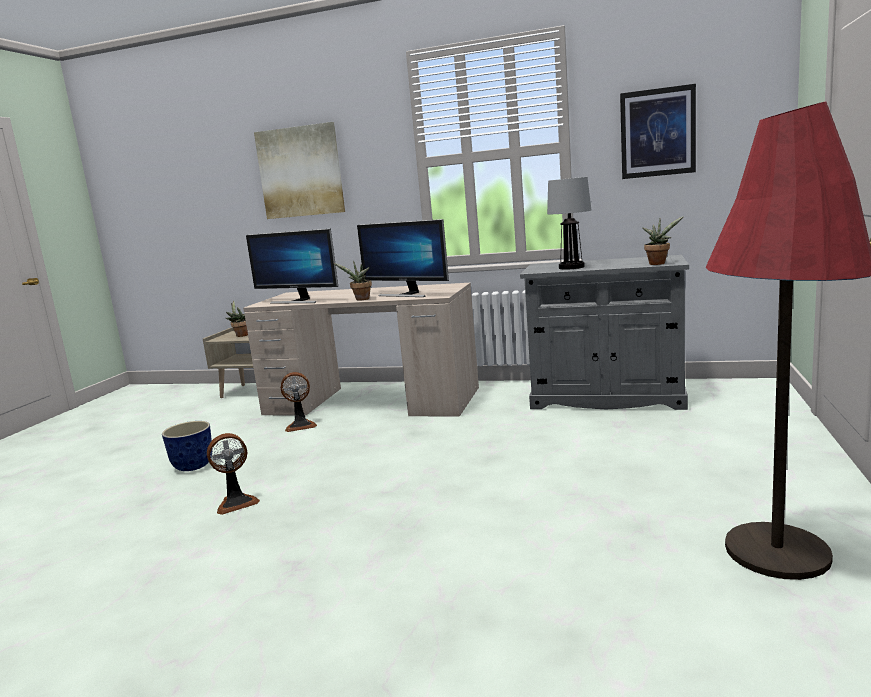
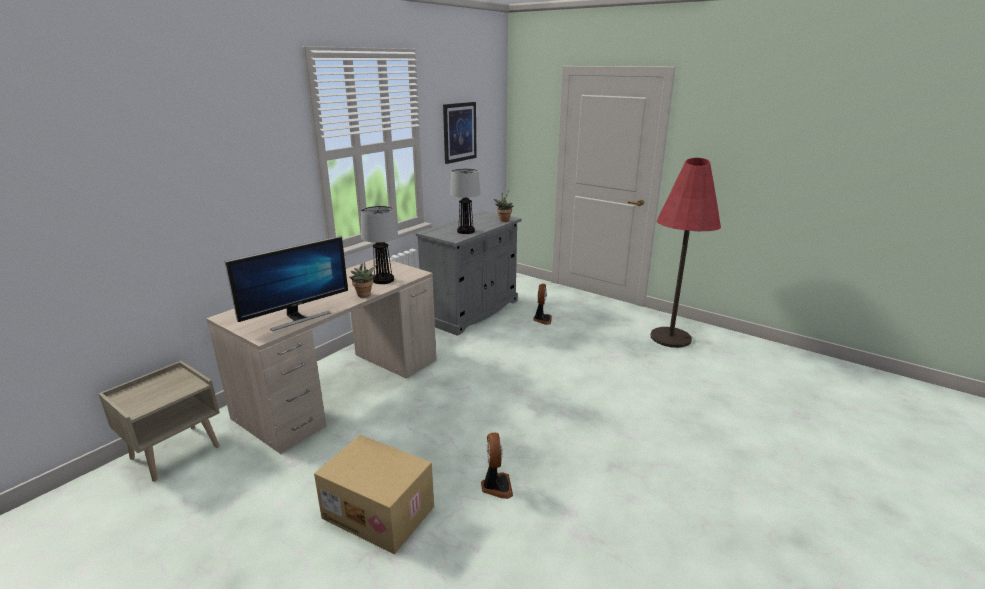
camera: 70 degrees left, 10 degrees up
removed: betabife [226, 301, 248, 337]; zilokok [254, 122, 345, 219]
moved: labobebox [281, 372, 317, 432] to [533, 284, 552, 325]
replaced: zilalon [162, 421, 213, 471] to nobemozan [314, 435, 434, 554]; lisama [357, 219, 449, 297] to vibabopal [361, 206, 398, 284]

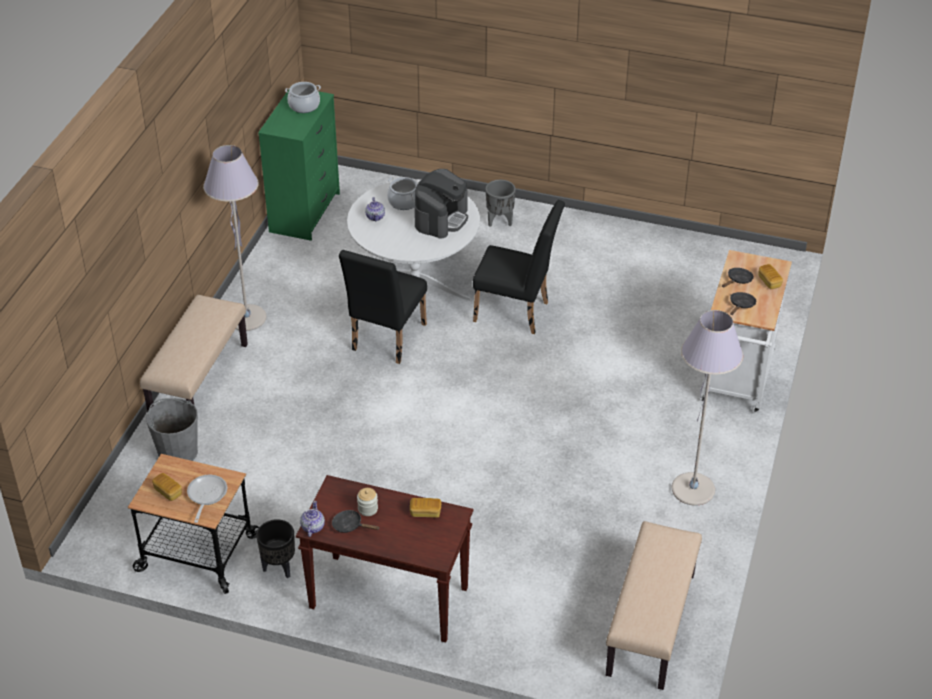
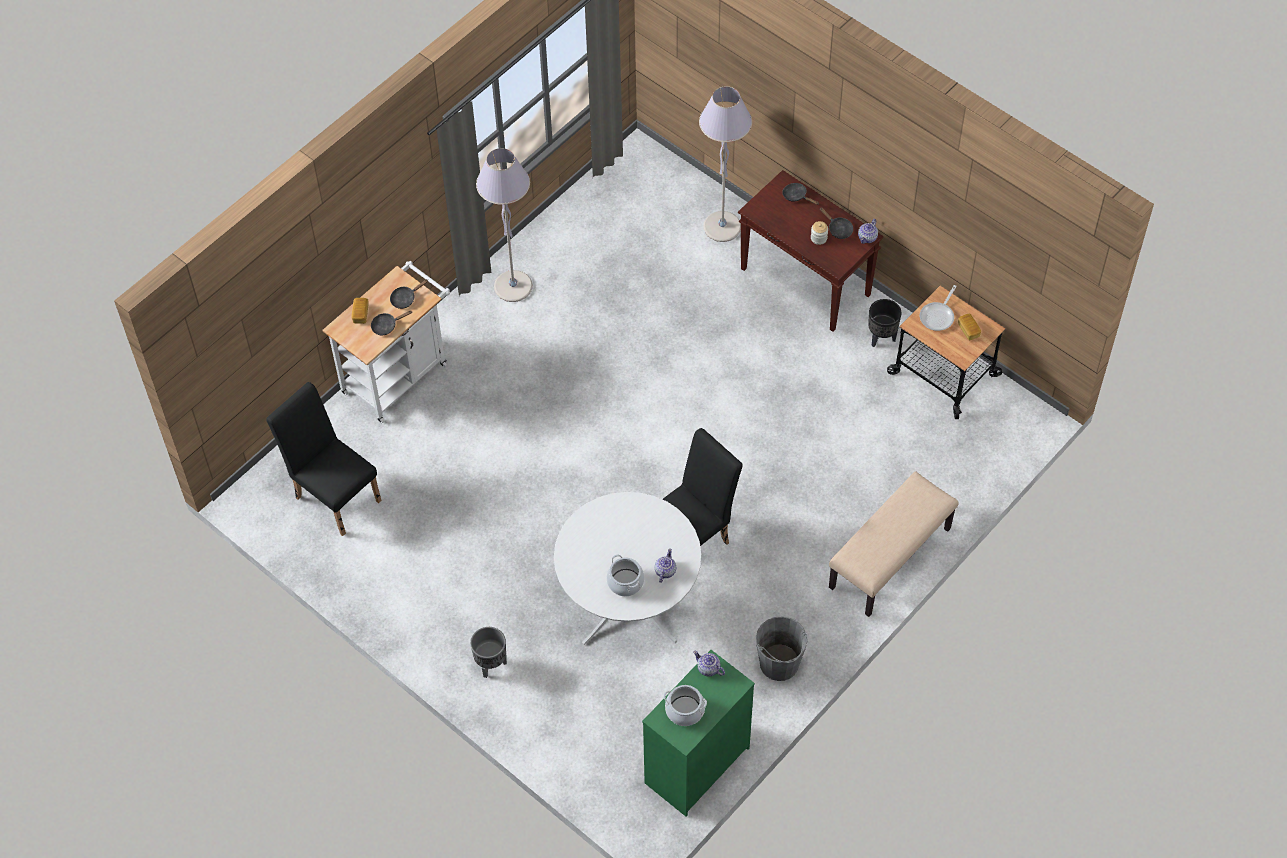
camera: 155 degrees left, 15 degrees up
removed: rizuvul [410, 498, 441, 518]; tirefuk [414, 169, 468, 239]; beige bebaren [606, 521, 702, 690]
added: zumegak [693, 651, 725, 677]; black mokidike [782, 183, 819, 205]
moved: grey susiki [146, 398, 198, 461] to [756, 616, 807, 681]; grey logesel [203, 145, 267, 331] to [699, 86, 752, 242]; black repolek [473, 200, 565, 334] to [266, 382, 382, 536]

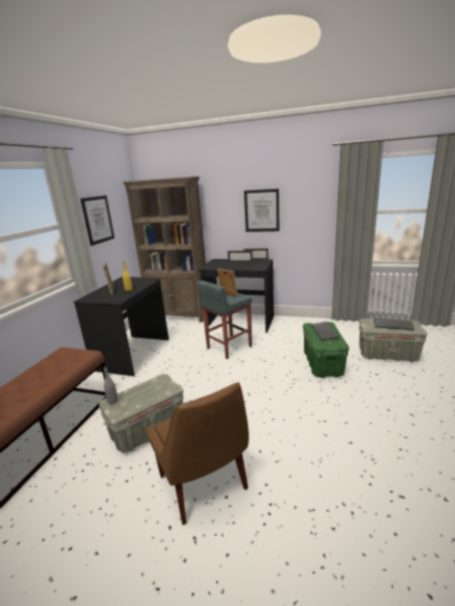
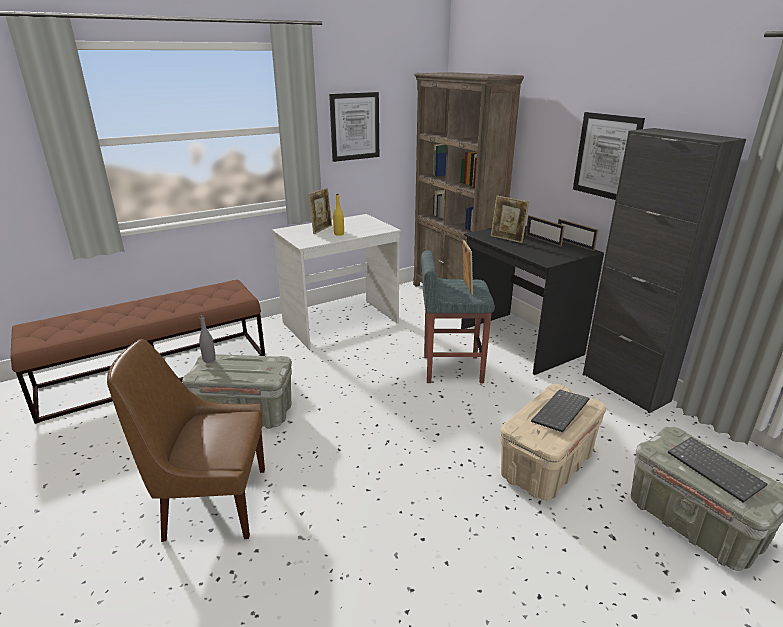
camera: 40 degrees right, 5 degrees up
added: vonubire [491, 195, 529, 243]; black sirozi [583, 128, 746, 413]
recoloured: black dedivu [74, 277, 169, 376] to white dedivu [272, 214, 401, 349]; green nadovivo [303, 322, 349, 378] to beige nadovivo [500, 384, 606, 501]
turned: brown repolek [146, 382, 249, 525] = [107, 339, 265, 542] 75 degrees clockwise

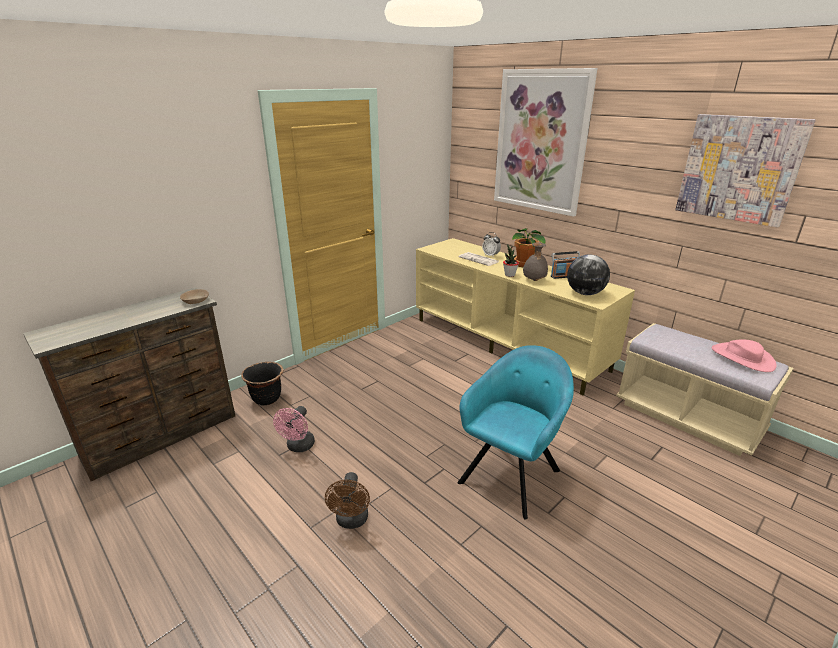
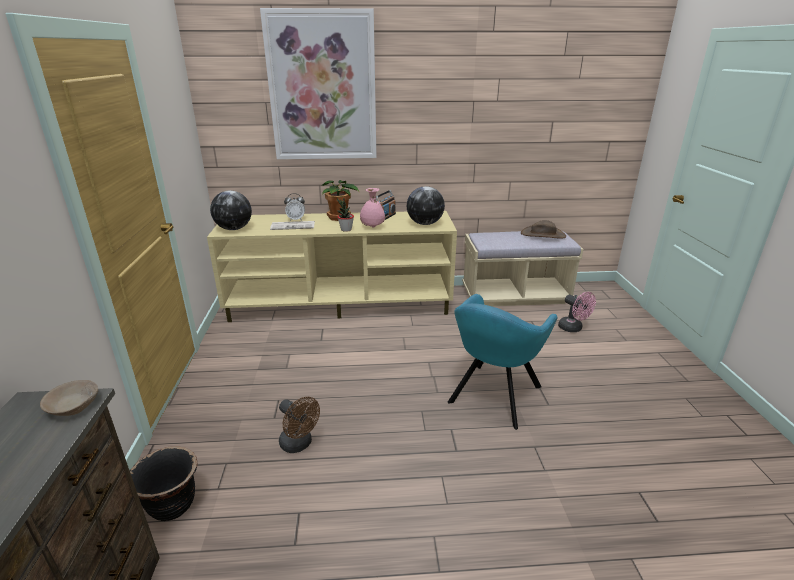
camera: 50 degrees left, 0 degrees up
removed: zilokok [675, 114, 816, 227]
added: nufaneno [210, 191, 252, 230]
moved: pink labobebox [273, 406, 315, 452] to [558, 292, 596, 332]; brown labobebox [325, 472, 370, 529] to [279, 397, 320, 453]
recoloured: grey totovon [523, 243, 548, 281] to pink totovon [360, 188, 385, 228]; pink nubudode [712, 339, 776, 372] to brown nubudode [521, 220, 566, 239]
turned: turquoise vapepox [457, 345, 574, 520] = [447, 294, 557, 430] 135 degrees counterclockwise

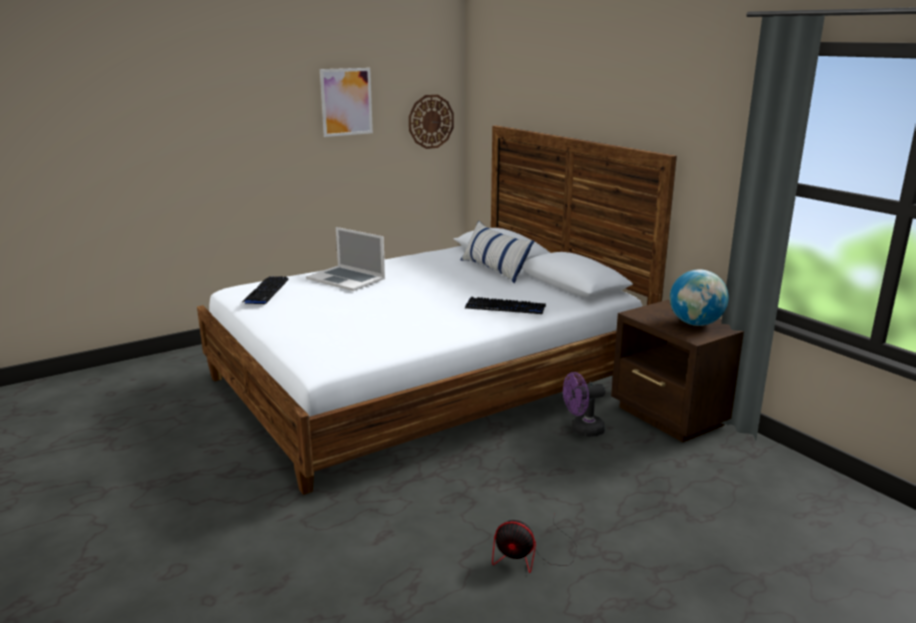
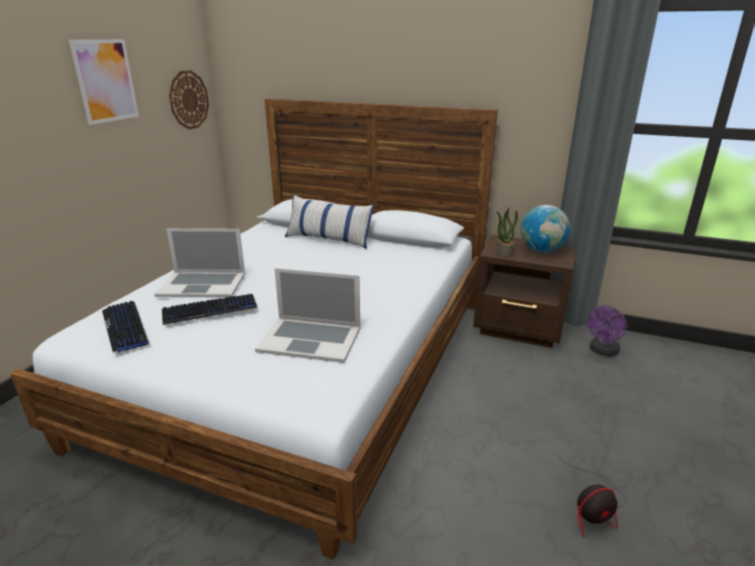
camera: 35 degrees left, 5 degrees up
added: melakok [255, 268, 360, 363]; betabife [496, 207, 518, 258]
moved: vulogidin [465, 297, 546, 314] to [162, 294, 258, 325]; purple labobebox [563, 372, 605, 437] to [587, 305, 627, 357]

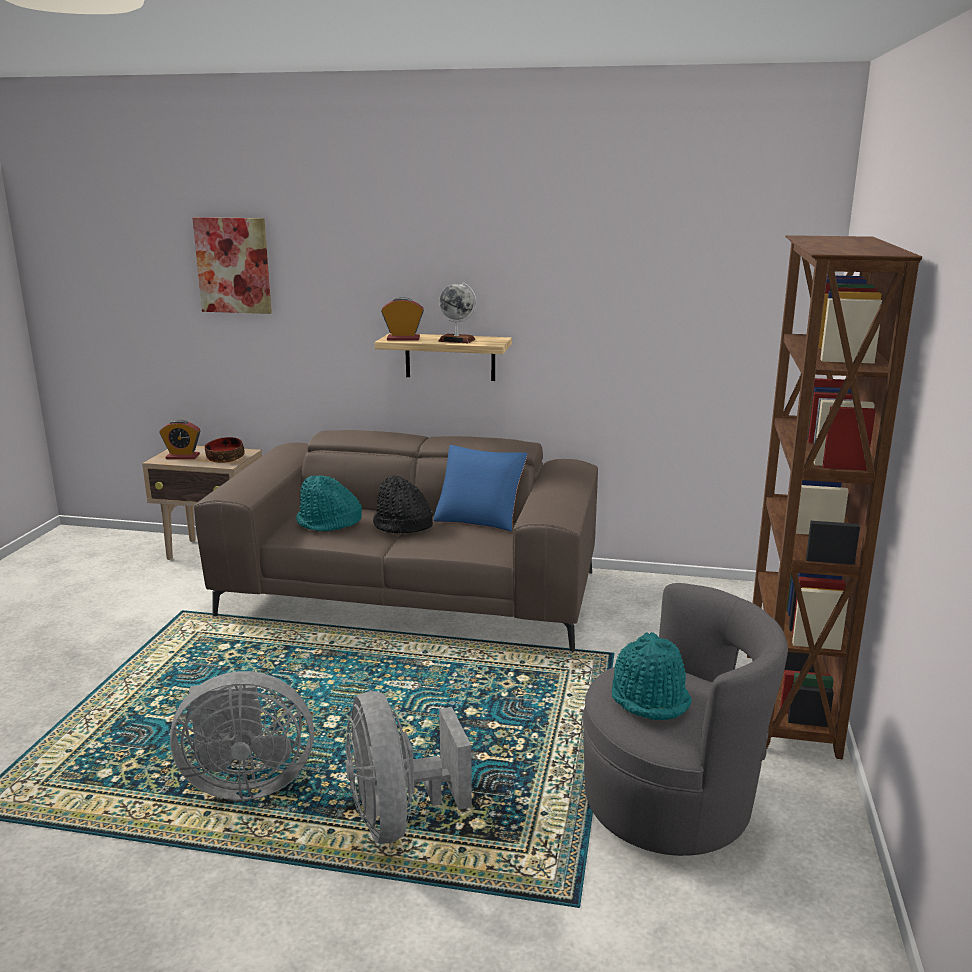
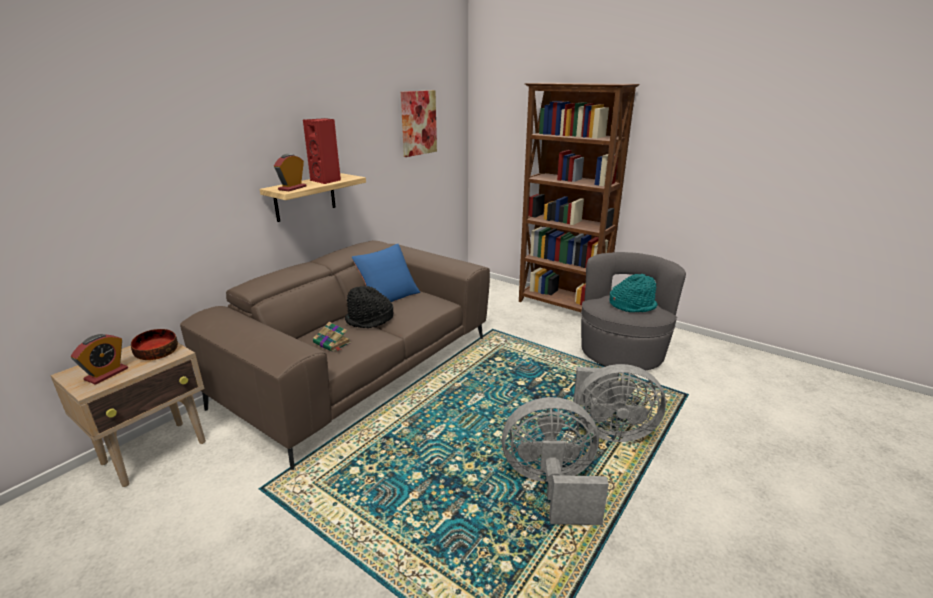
camera: 65 degrees left, 5 degrees up
moved: zilokok [192, 217, 272, 314] to [401, 90, 437, 157]
replaced: turquoise nubudode [296, 475, 362, 531] to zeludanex [313, 322, 351, 352]; nufaneno [438, 282, 476, 343] to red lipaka [303, 118, 341, 184]
turned: grey labobebox [170, 671, 314, 800] = [502, 397, 609, 525] 105 degrees counterclockwise

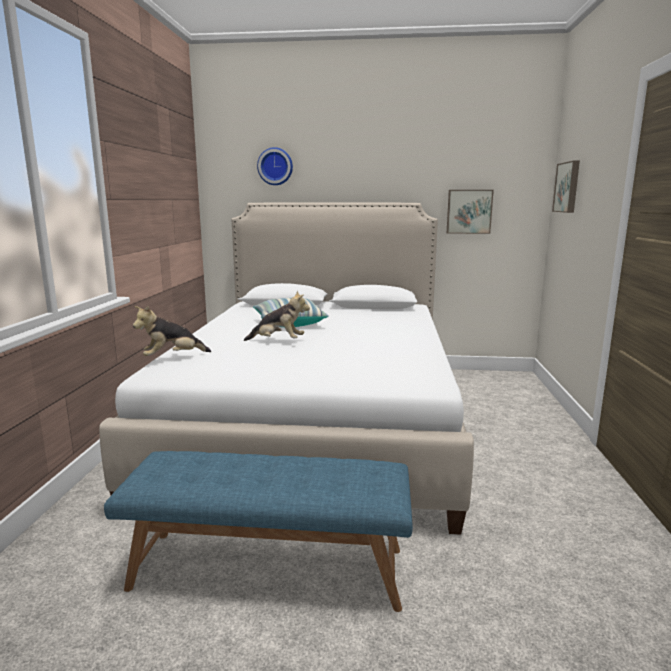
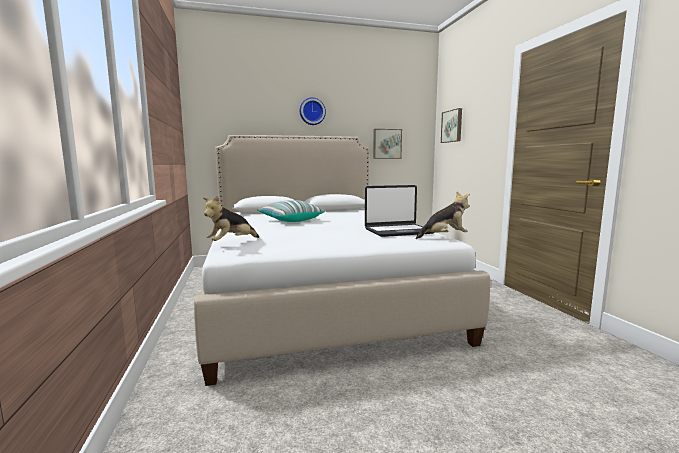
camera: 20 degrees left, 5 degrees down
removed: blue bebaren [104, 451, 413, 612]
added: melakok [365, 185, 435, 237]
moved: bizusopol [244, 291, 310, 341] to [416, 192, 470, 239]; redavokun [257, 147, 293, 185] to [300, 97, 326, 125]

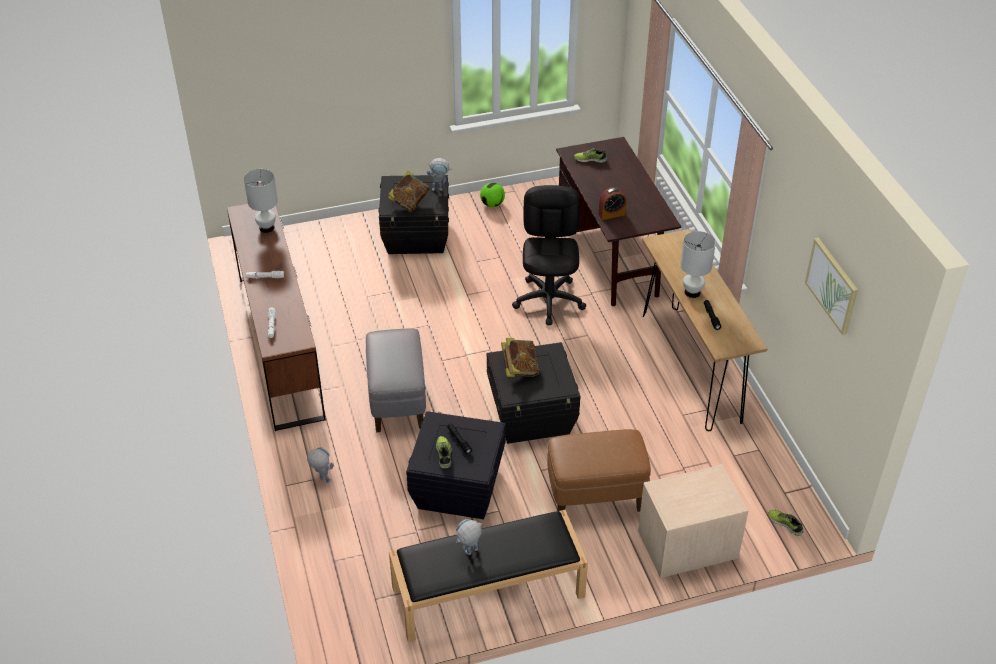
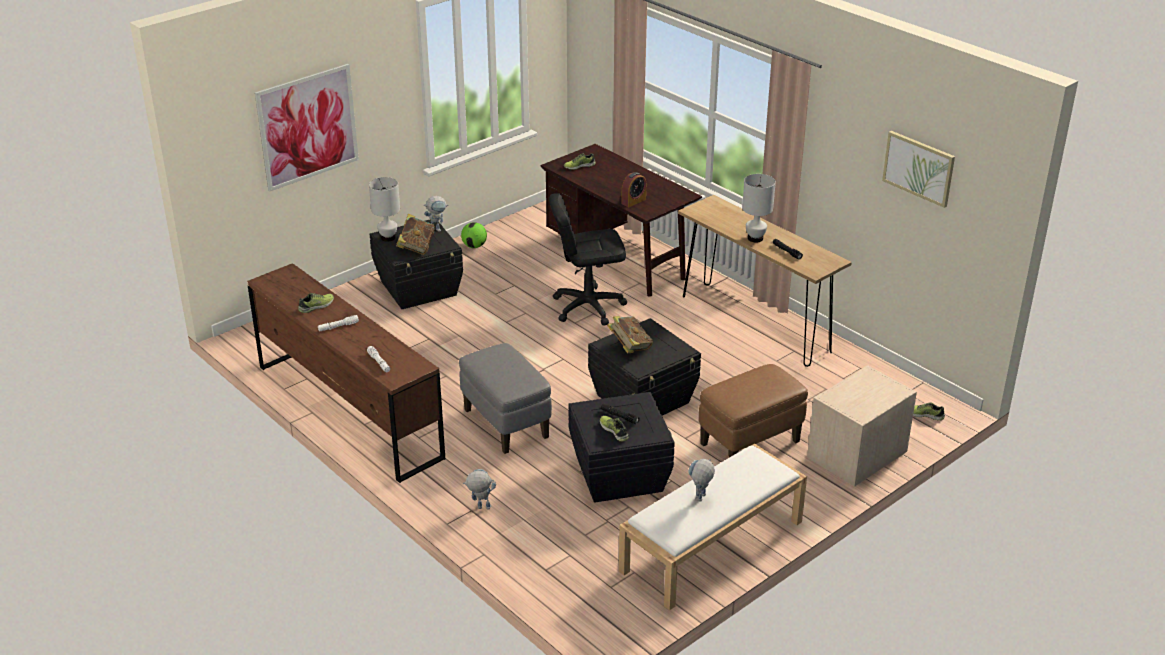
camera: 25 degrees left, 10 degrees down
added: zilokok [255, 64, 359, 191]; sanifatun [298, 293, 334, 313]
moved: white vibabopal [244, 169, 278, 233] to [369, 177, 400, 242]
recoloured: black bebaren [389, 510, 588, 642] to white bebaren [619, 444, 807, 610]
turned: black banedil [512, 185, 586, 325] = [549, 193, 627, 326] 75 degrees counterclockwise

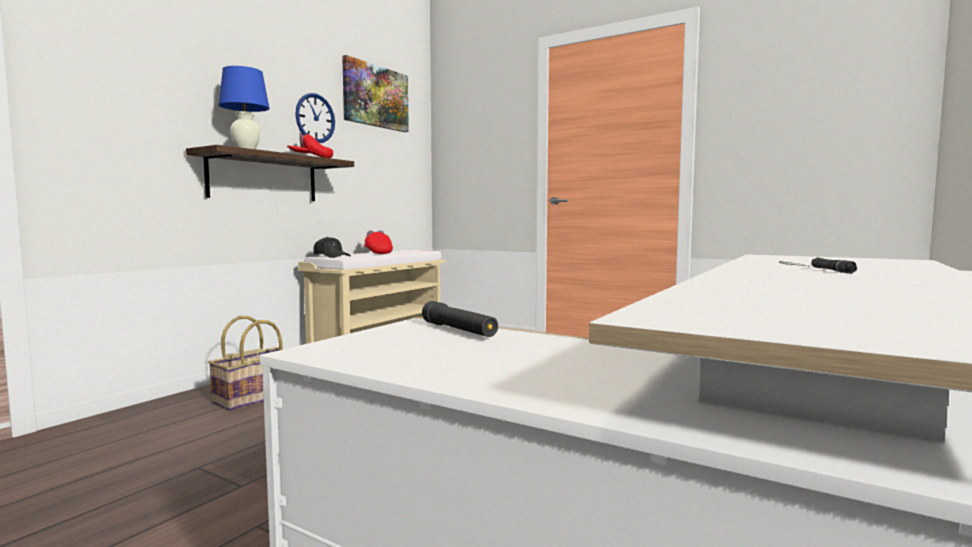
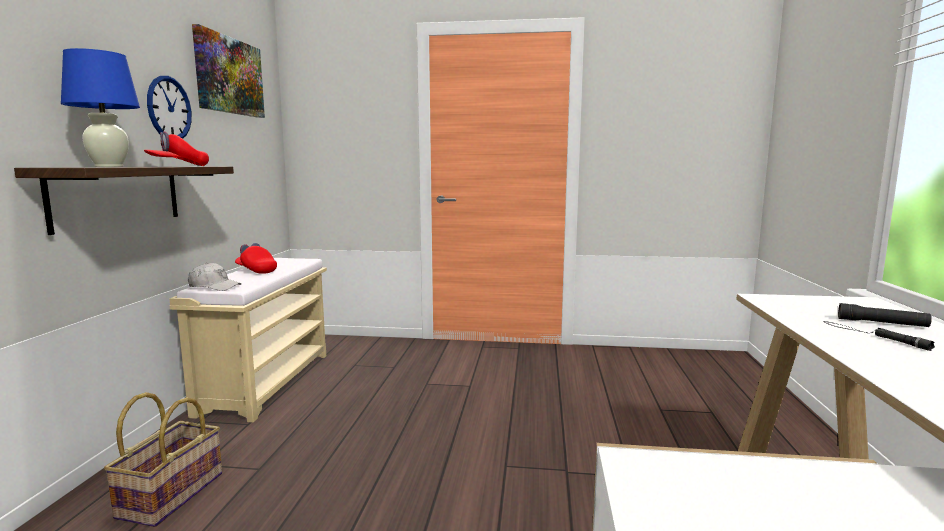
camera: 25 degrees left, 5 degrees up
moved: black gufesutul [422, 301, 498, 337] to [838, 303, 932, 327]
recoloured: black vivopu [314, 237, 351, 258] to white vivopu [188, 263, 241, 291]

